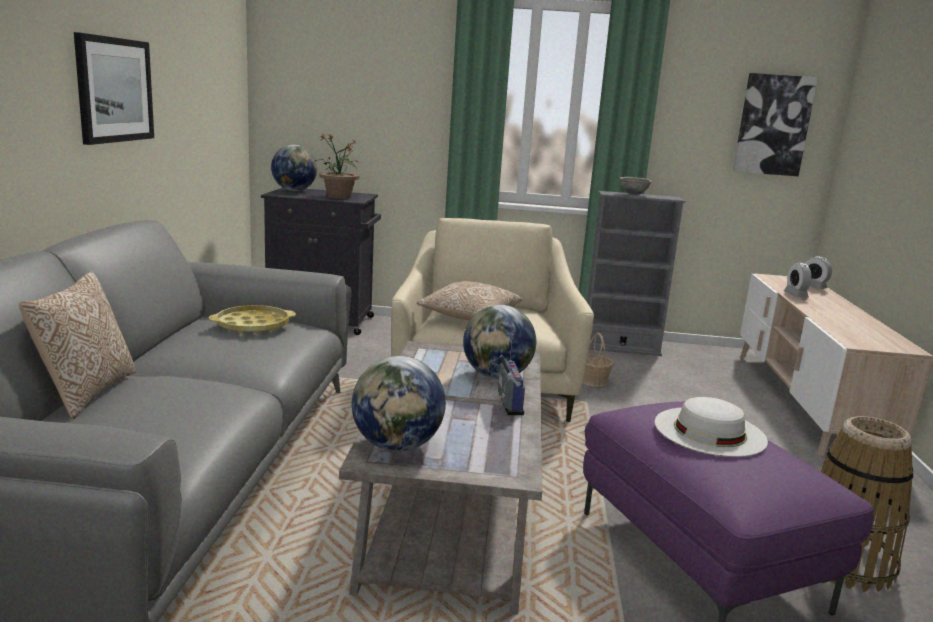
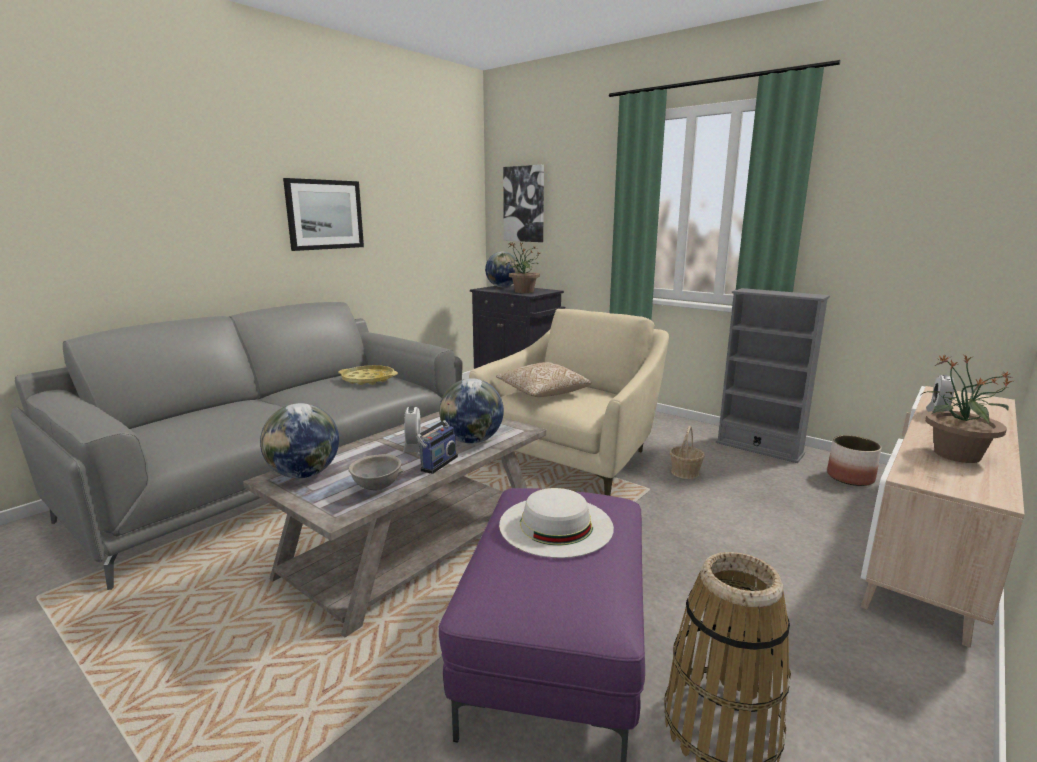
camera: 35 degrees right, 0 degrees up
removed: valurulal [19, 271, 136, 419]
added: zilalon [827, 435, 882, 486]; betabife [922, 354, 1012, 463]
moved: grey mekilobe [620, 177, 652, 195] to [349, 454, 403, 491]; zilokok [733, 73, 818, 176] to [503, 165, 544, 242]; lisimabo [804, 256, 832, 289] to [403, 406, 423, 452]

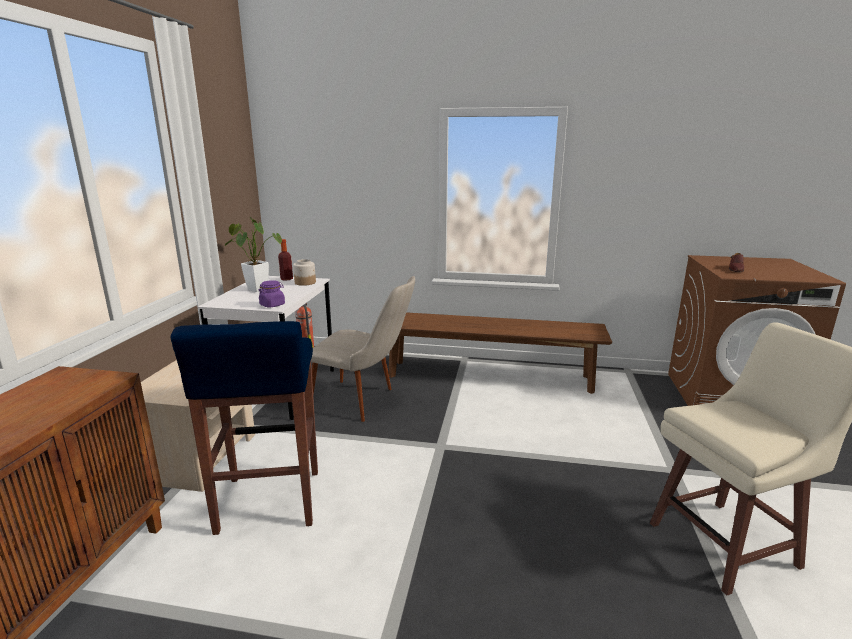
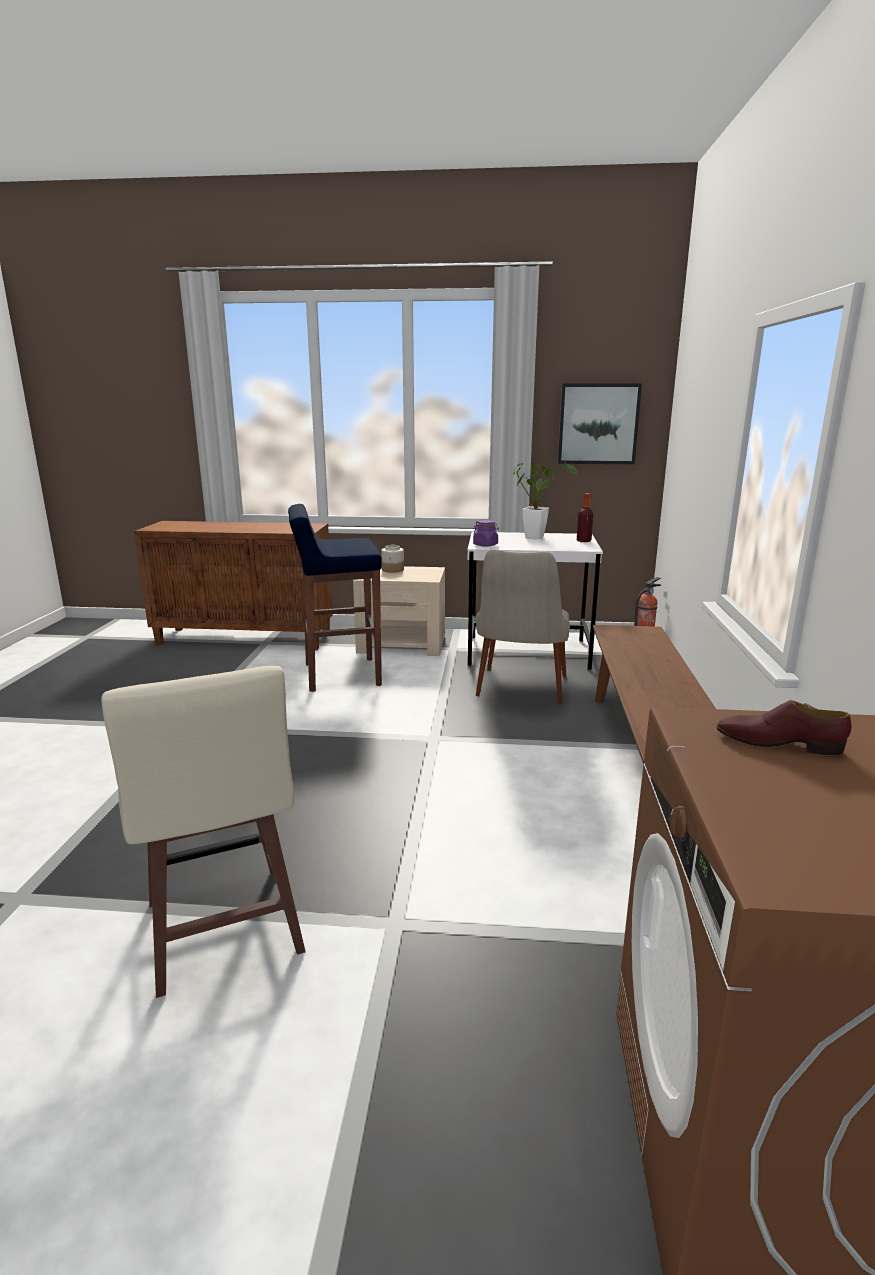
camera: 85 degrees right, 0 degrees up
added: zilokok [558, 383, 642, 464]
moved: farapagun [293, 259, 316, 286] to [381, 545, 404, 573]

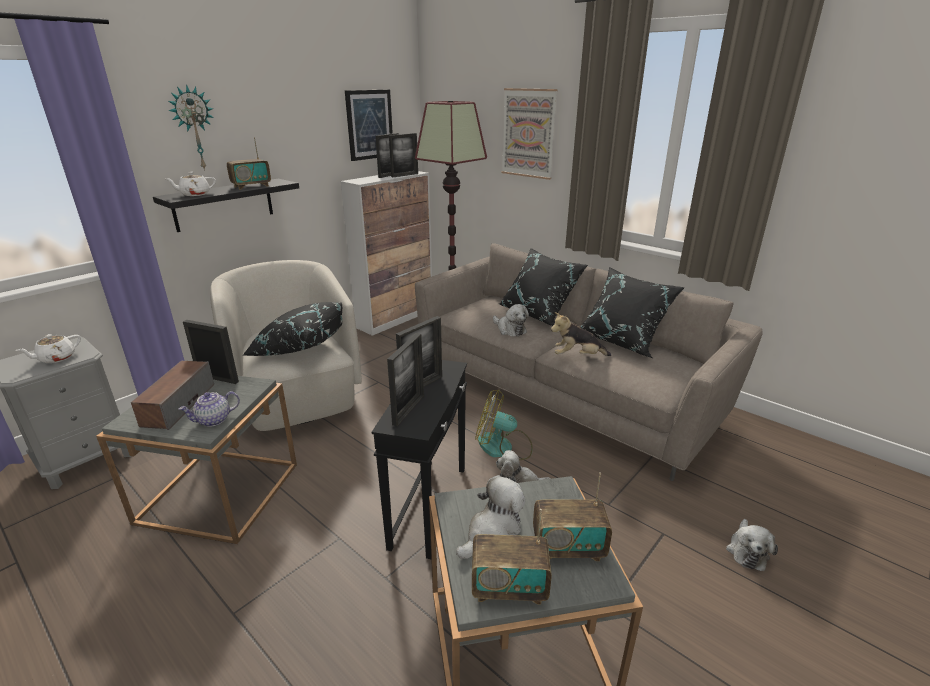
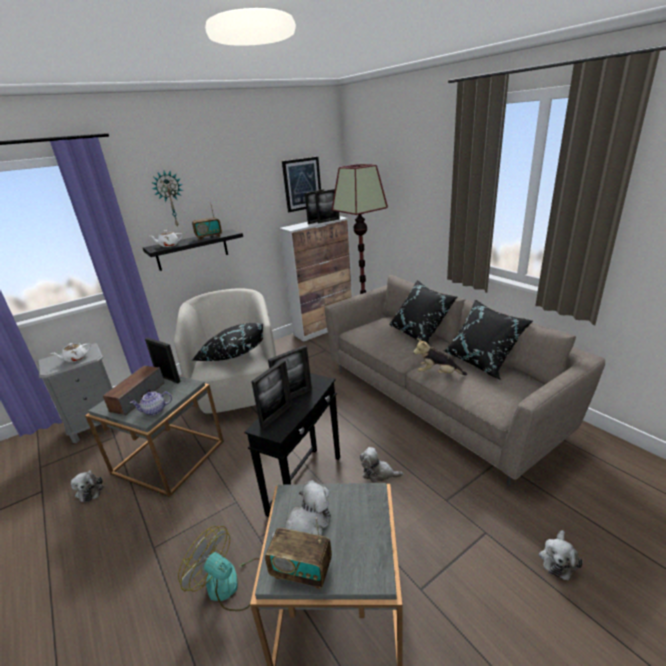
camera: 15 degrees right, 0 degrees up
removed: zilokok [501, 88, 558, 180]; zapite [533, 472, 612, 561]
moved: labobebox [475, 389, 533, 460] to [178, 526, 260, 611]; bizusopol [493, 304, 529, 337] to [71, 470, 104, 503]

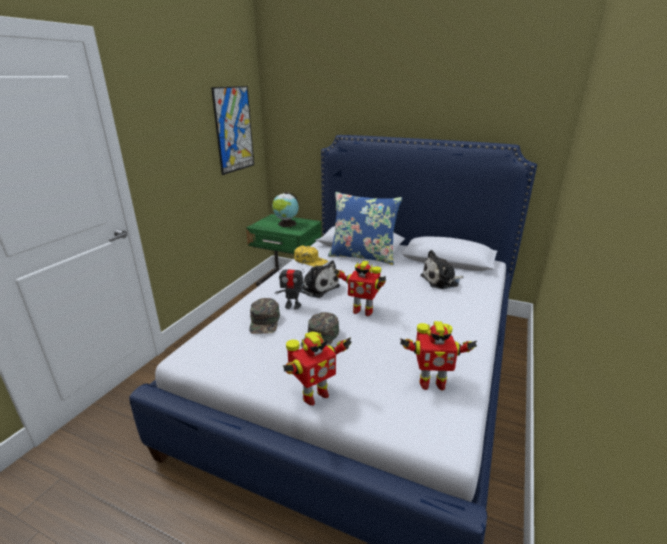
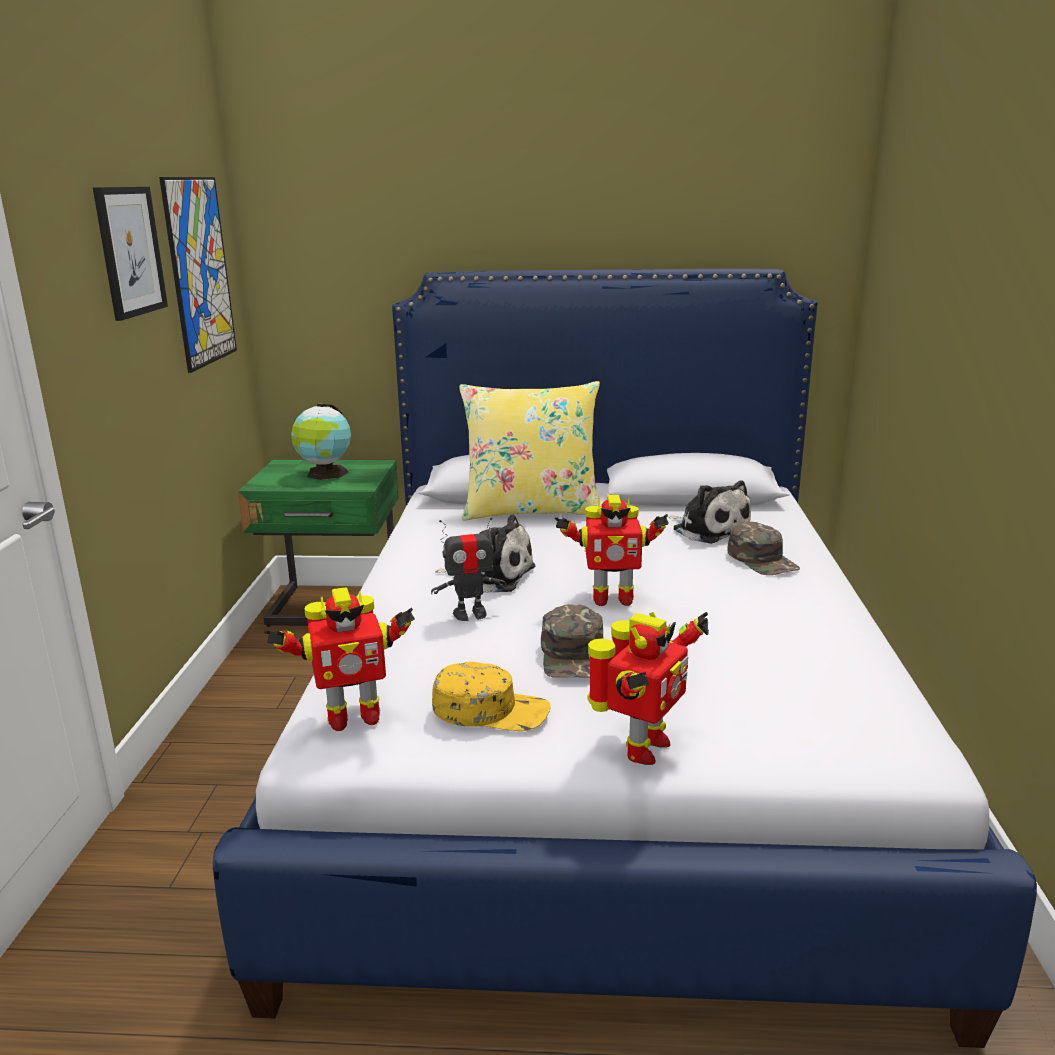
camera: 20 degrees left, 5 degrees down
added: zilokok [93, 187, 168, 321]
moved: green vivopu [249, 298, 280, 334] to [728, 522, 800, 575]; yellow vivopu [294, 246, 328, 267] to [432, 662, 550, 731]; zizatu [400, 321, 477, 391] to [264, 588, 415, 731]
recoloured: blue valurulal [328, 192, 402, 265] to yellow valurulal [459, 381, 600, 520]
turned: bizusopol [420, 250, 463, 289] = [669, 480, 751, 544] 90 degrees counterclockwise

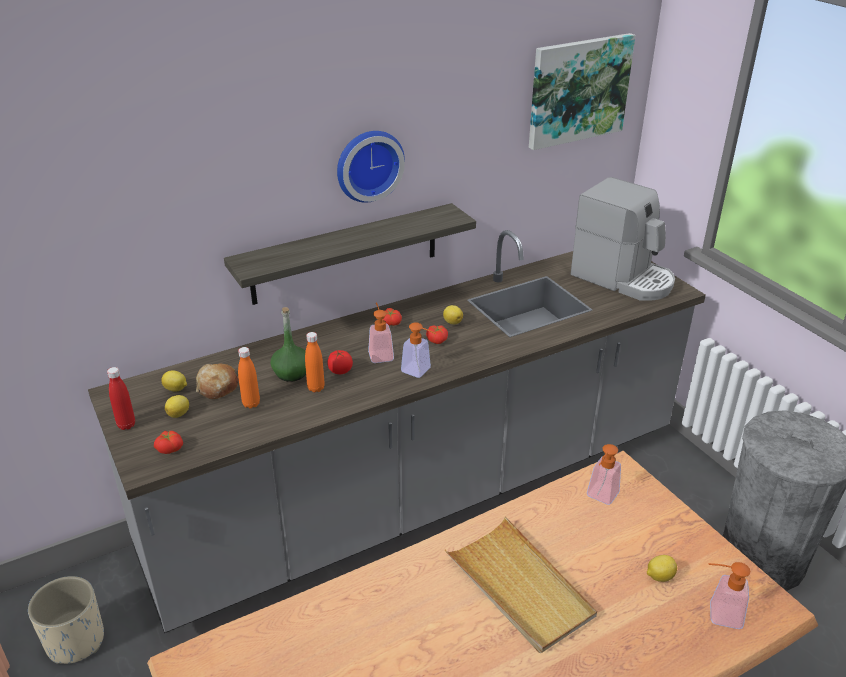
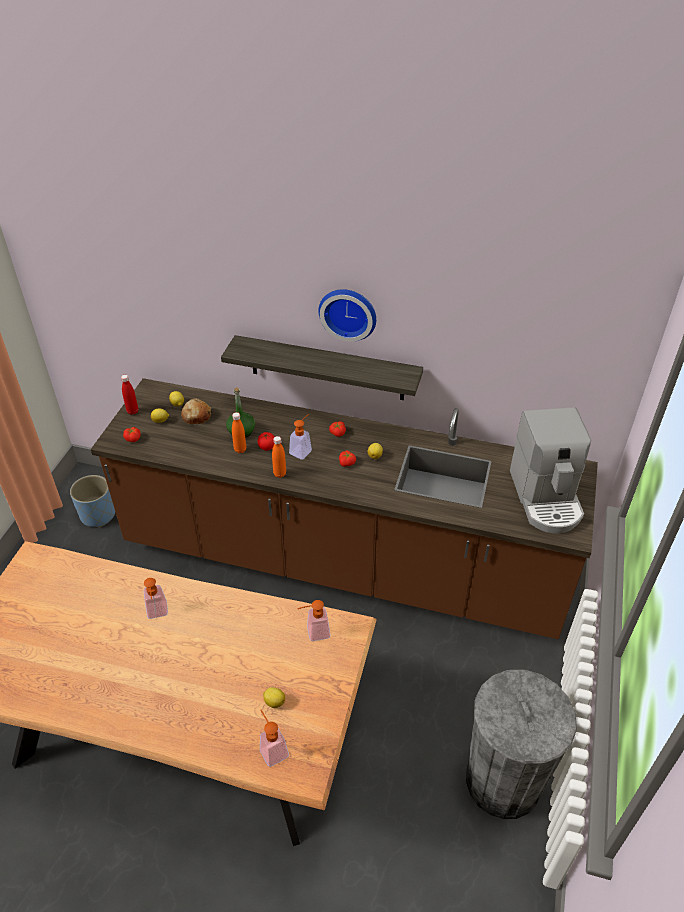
camera: 45 degrees right, 10 degrees up
removed: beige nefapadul [445, 517, 597, 653]; zilokok [529, 33, 636, 150]
moved: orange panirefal [238, 347, 260, 409] to [272, 436, 286, 478]; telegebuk [401, 322, 436, 378] to [144, 578, 168, 619]
recoloured: beige zilalon [28, 576, 104, 664] to blue zilalon [70, 475, 115, 527]; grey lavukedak [88, 230, 706, 633] to brown lavukedak [91, 378, 598, 639]

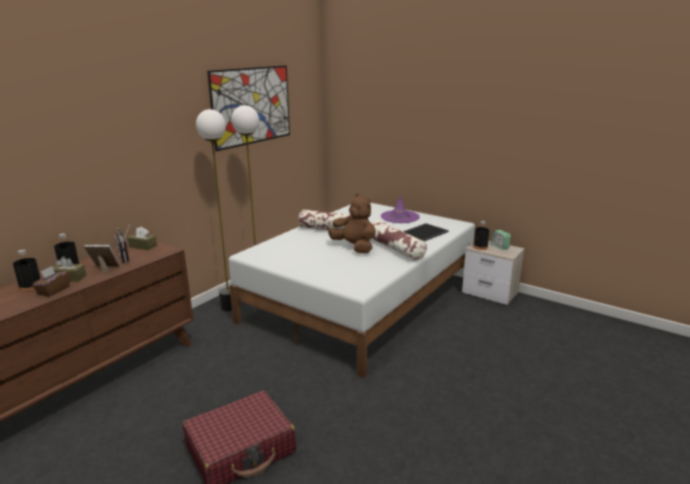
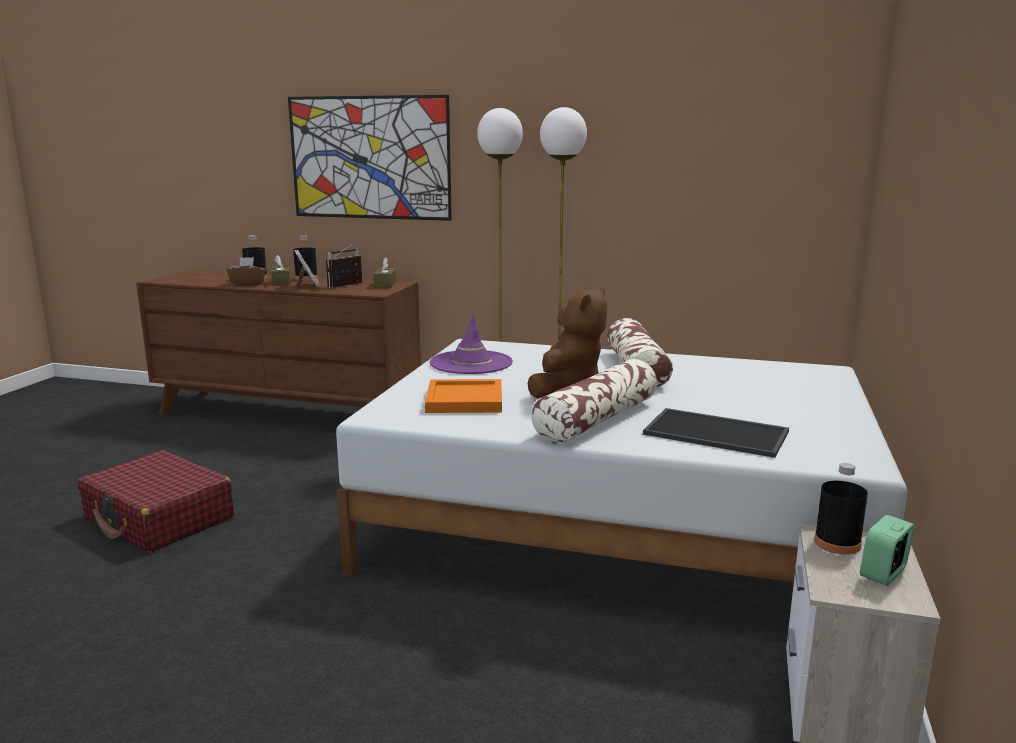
camera: 70 degrees right, 5 degrees down
added: orange nefapadul [425, 379, 502, 413]
moved: zilokok [207, 65, 290, 151] to [288, 95, 452, 221]; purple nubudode [381, 194, 420, 223] to [430, 314, 513, 374]

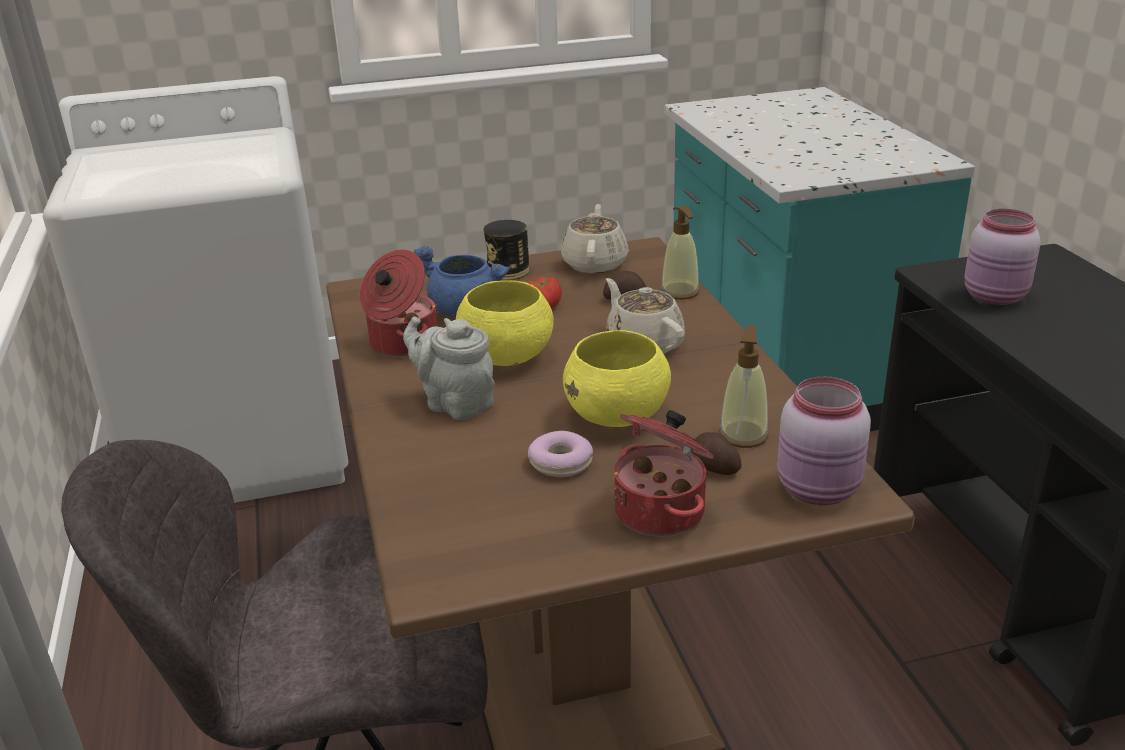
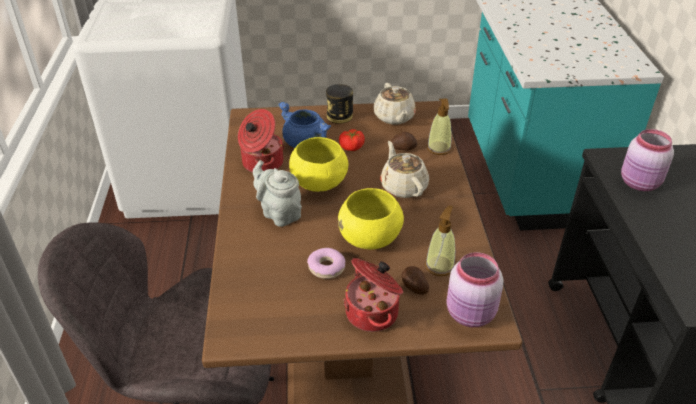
camera: 10 degrees right, 10 degrees up
turned: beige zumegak [561, 204, 629, 273] = [374, 83, 416, 125] 150 degrees clockwise

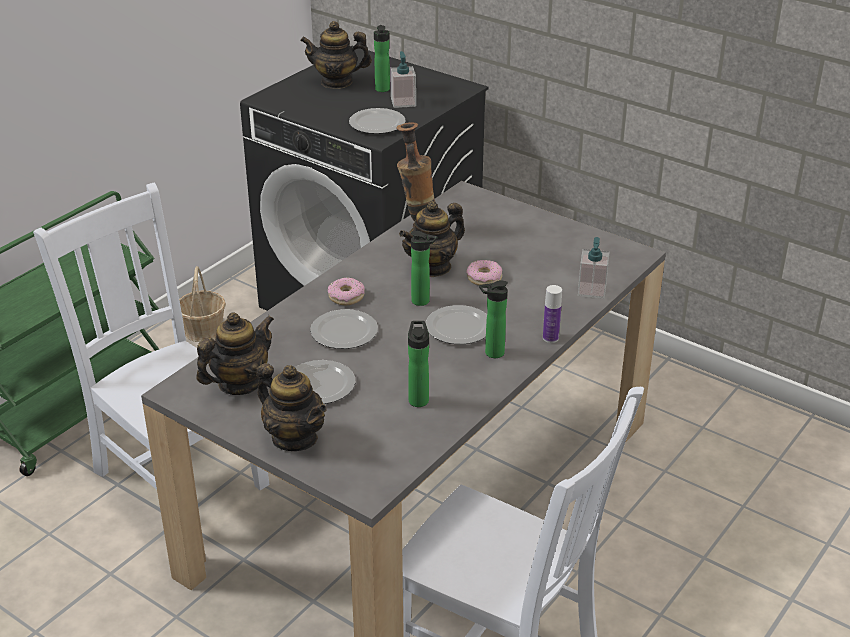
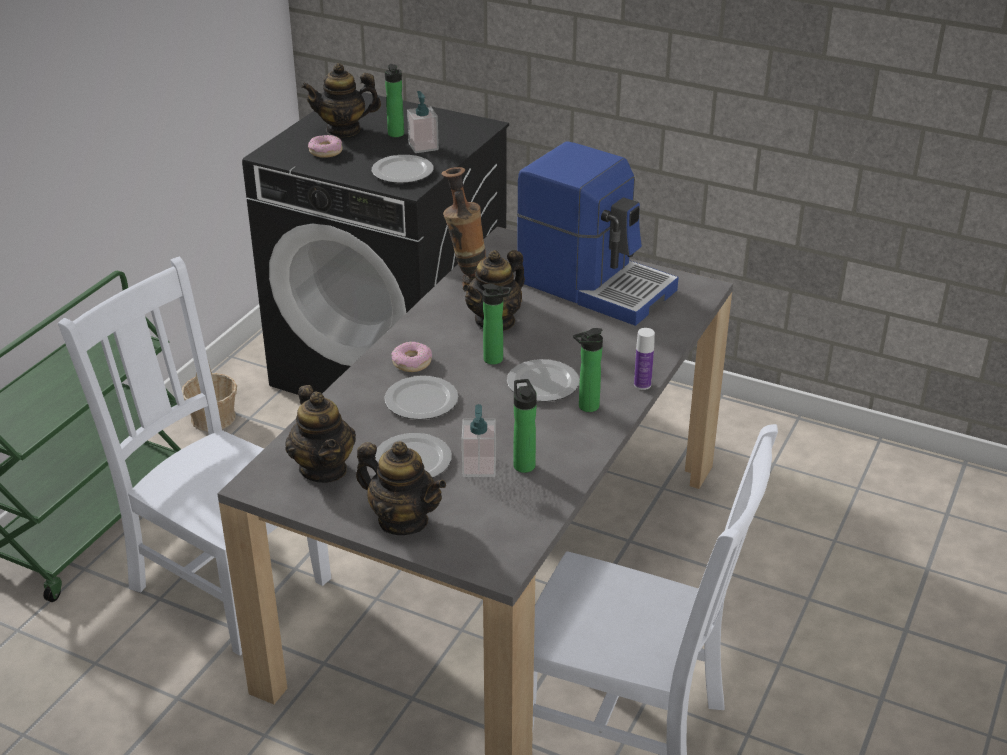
camera: 10 degrees left, 0 degrees up
added: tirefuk [517, 141, 679, 326]
moved: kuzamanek [466, 260, 502, 285] to [308, 135, 343, 158]; telegebuk [578, 237, 610, 299] to [462, 404, 496, 477]
turned: zumegak [196, 312, 274, 395] = [285, 385, 356, 483] 120 degrees clockwise

